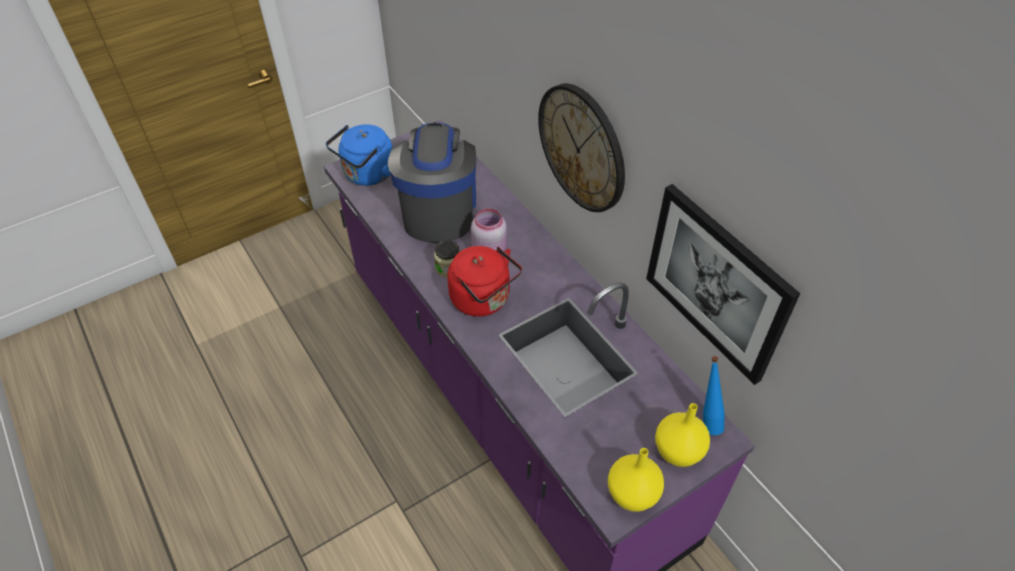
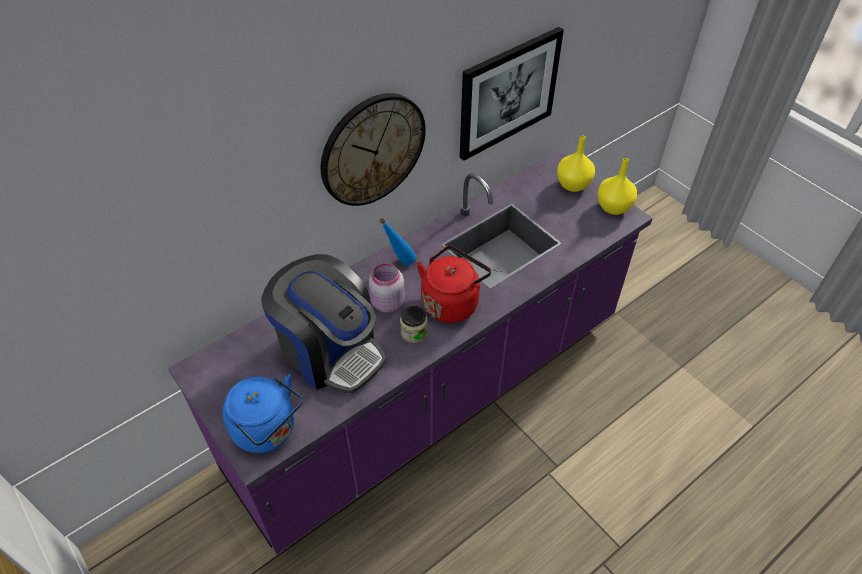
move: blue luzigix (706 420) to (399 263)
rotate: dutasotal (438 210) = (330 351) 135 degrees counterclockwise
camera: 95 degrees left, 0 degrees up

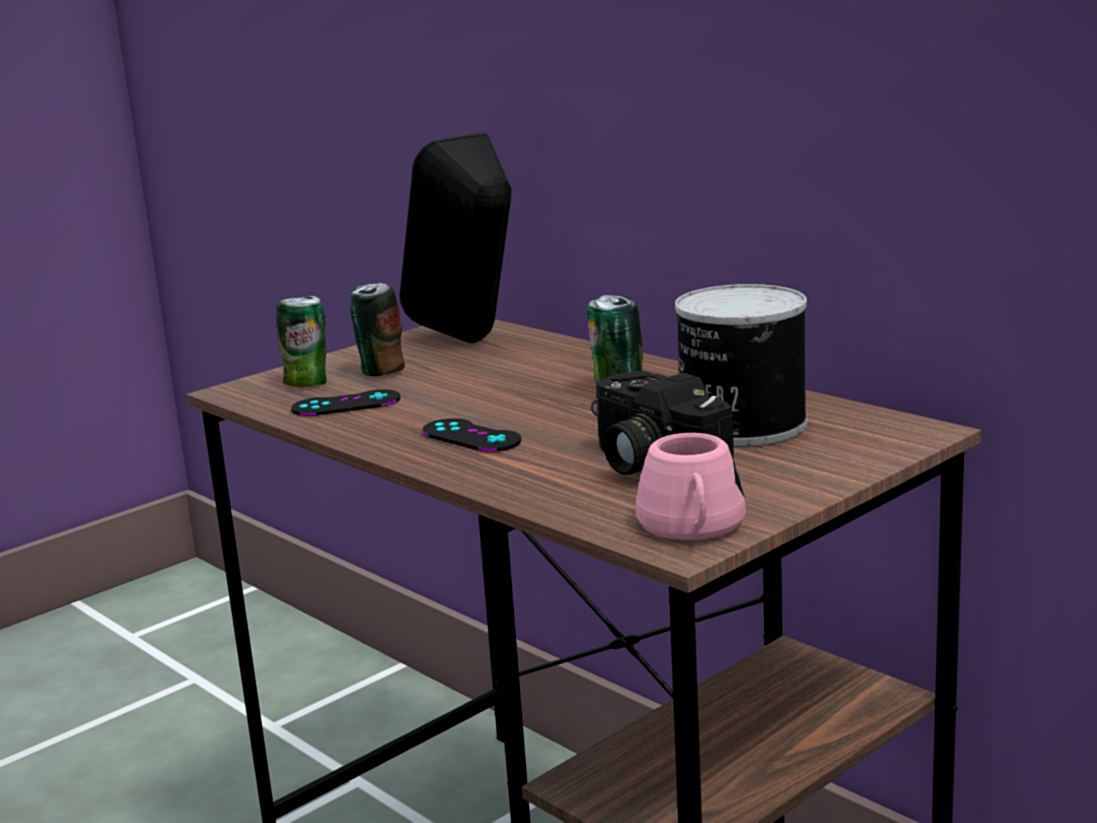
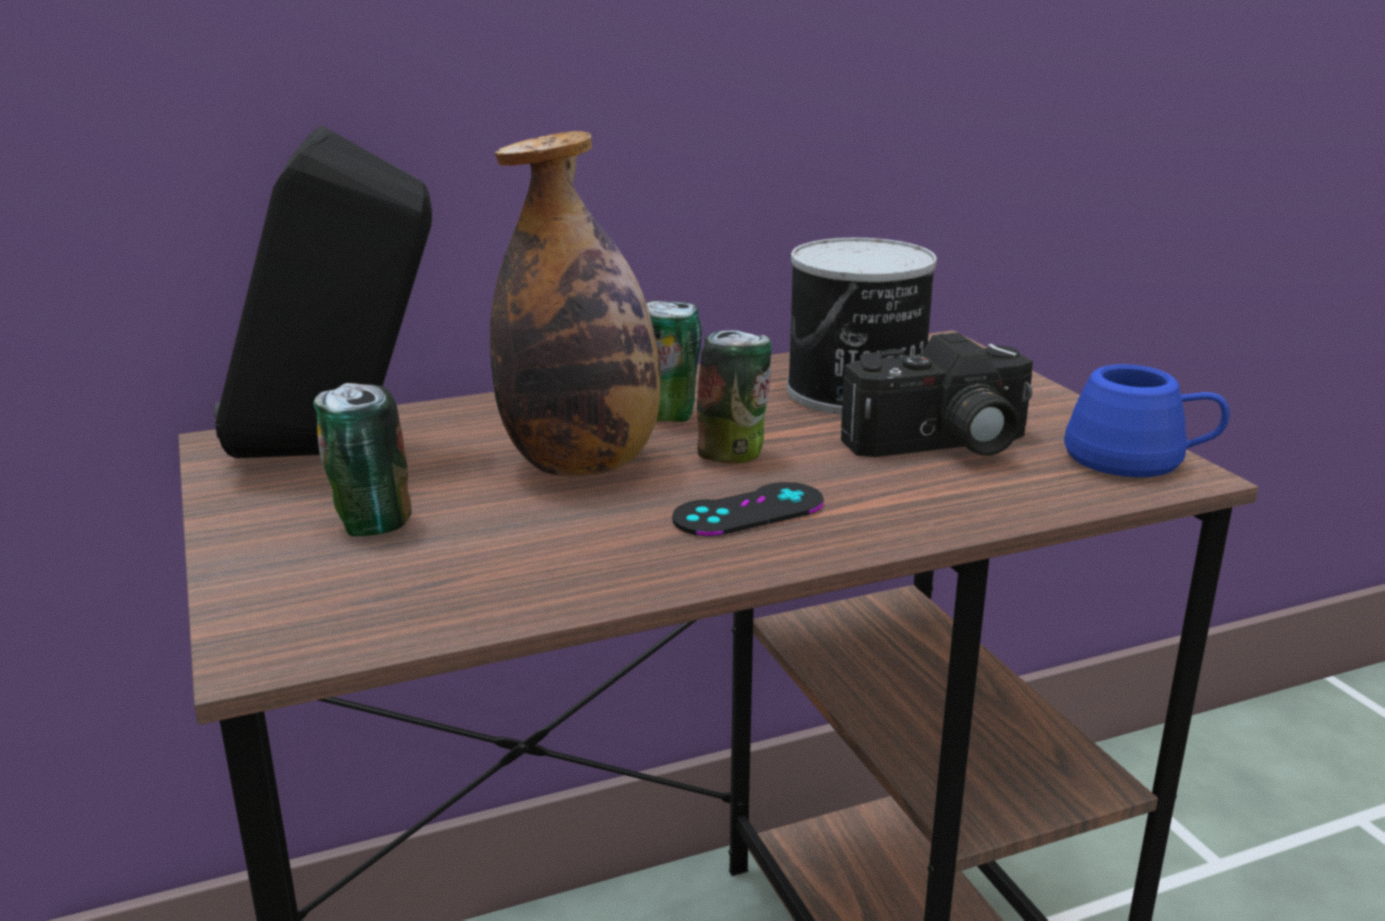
delete: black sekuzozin (346 404)
insert: luzigix (582 464)
move: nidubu (307 383) to (733 455)
recolor: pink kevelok (693 529) to blue kevelok (1139 461)
camera: 70 degrees left, 5 degrees up

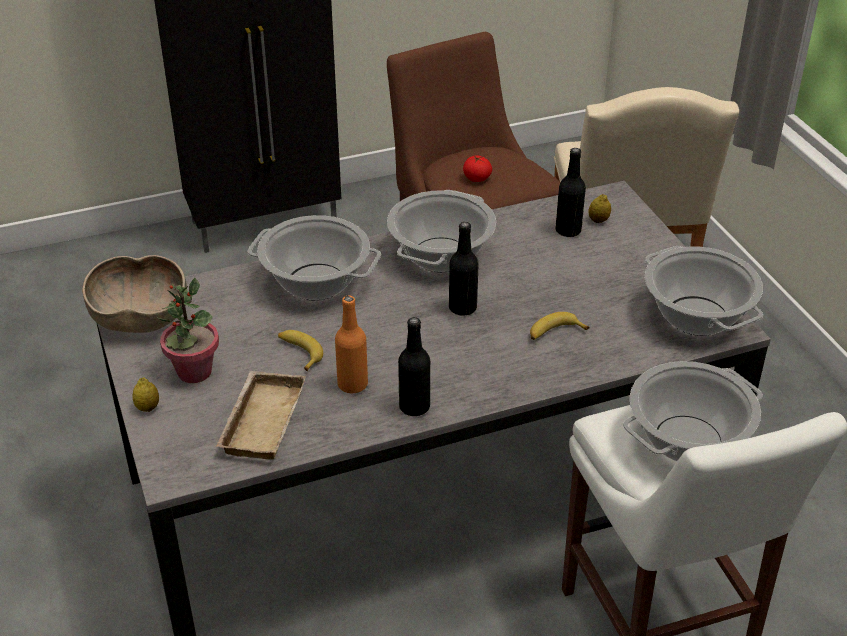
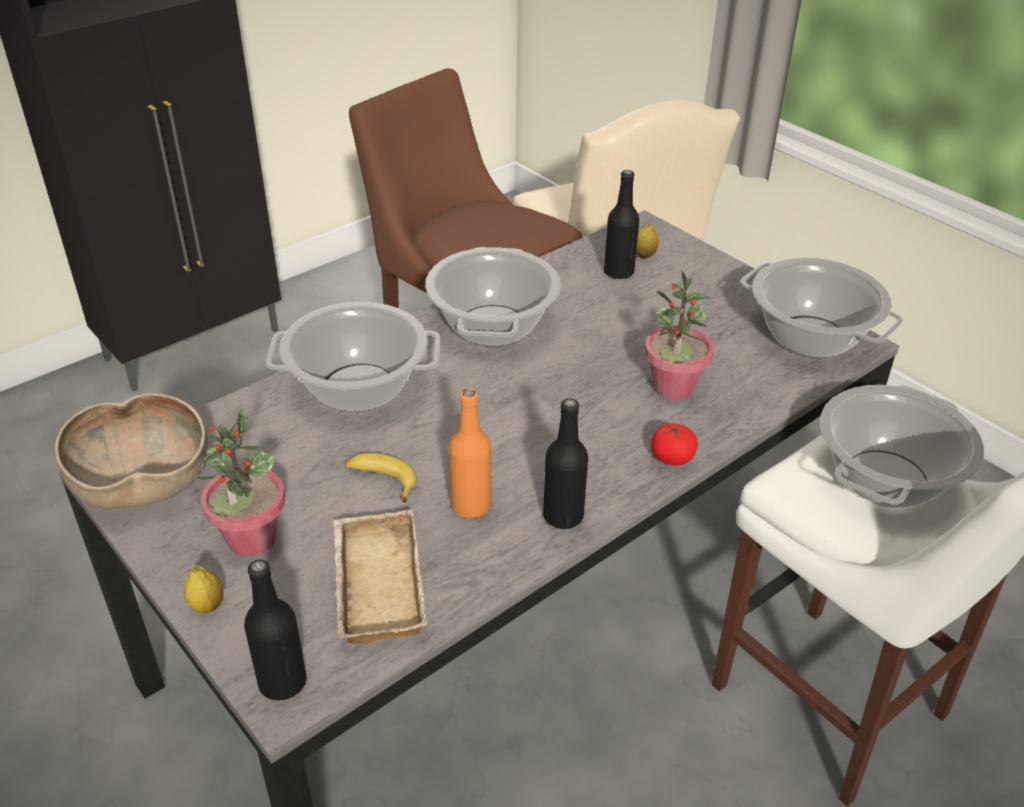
move: black luzigix (462 308) to (282 682); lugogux (476 178) to (672 458)
replace: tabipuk (554 333) to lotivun (673 388)
camera: 20 degrees left, 0 degrees up

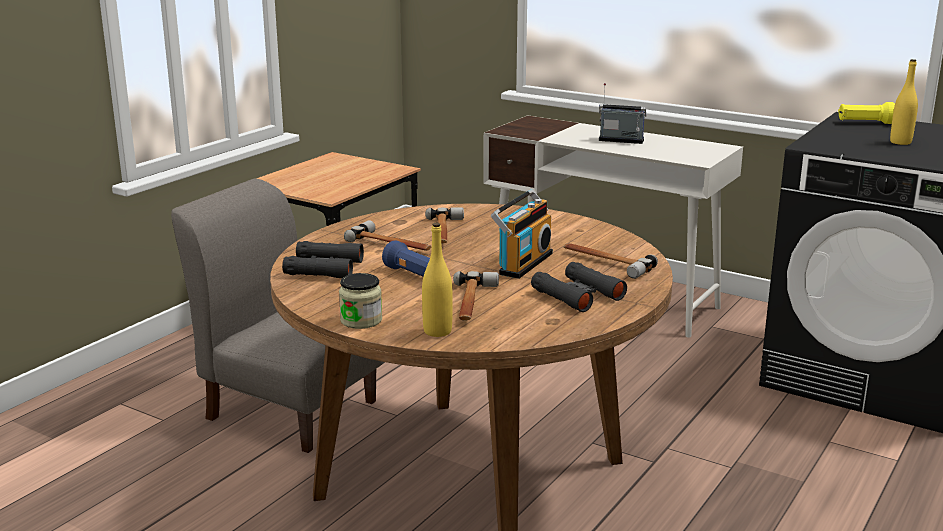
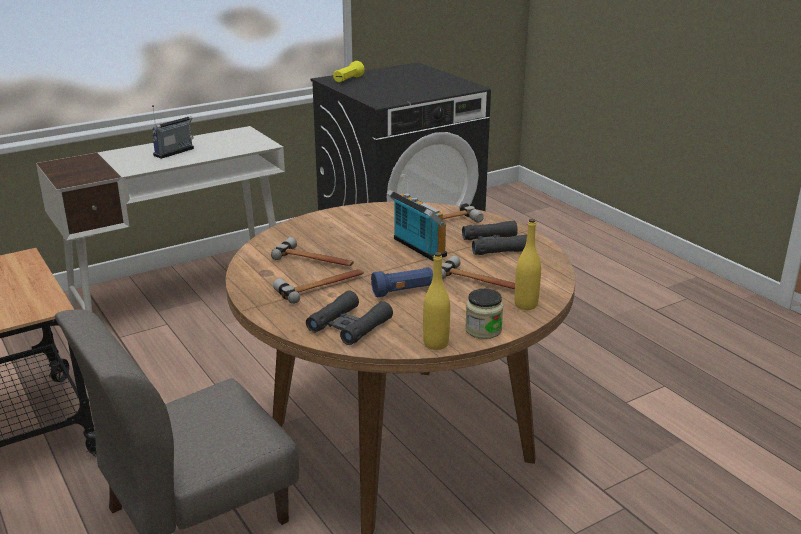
move: yellow luzigix (900 142) to (436 344)
camera: 65 degrees left, 5 degrees up

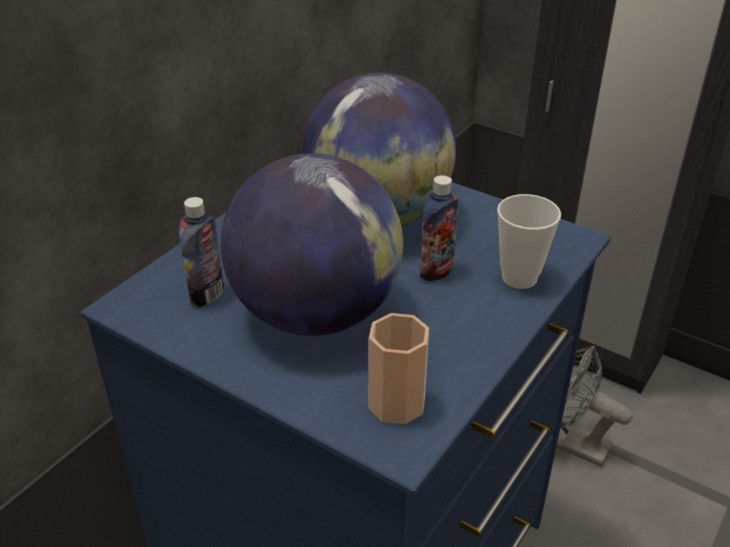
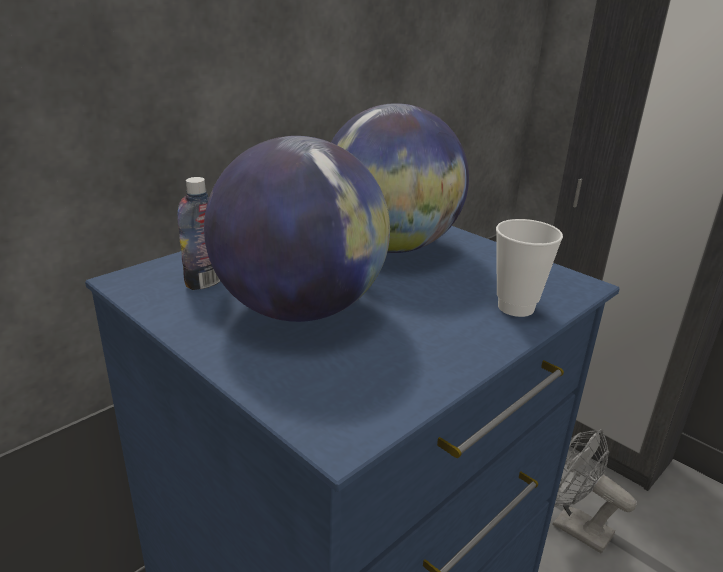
delete: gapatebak (396 403); luzigix (436 271)
camera: 10 degrees right, 10 degrees down

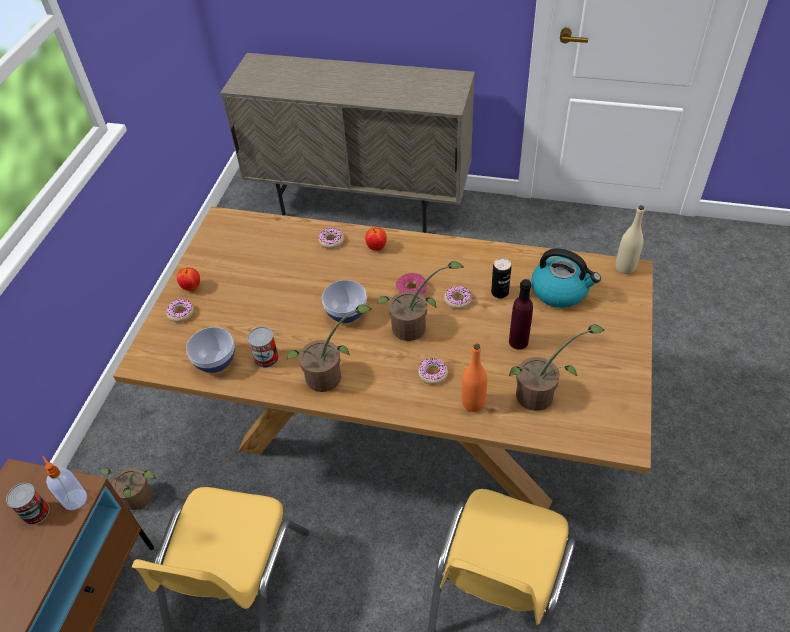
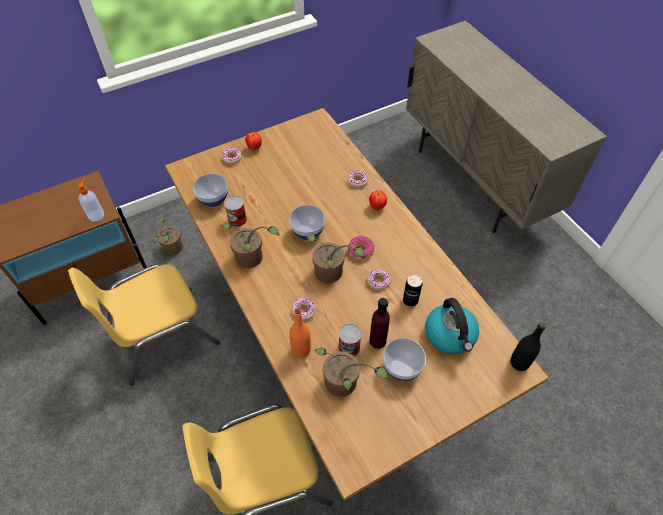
insert: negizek (402 368)
move: nidubu (35 512) to (349 348)
recolor: beige luzigix (625 268) to black luzigix (519 363)
camera: 45 degrees right, 5 degrees up

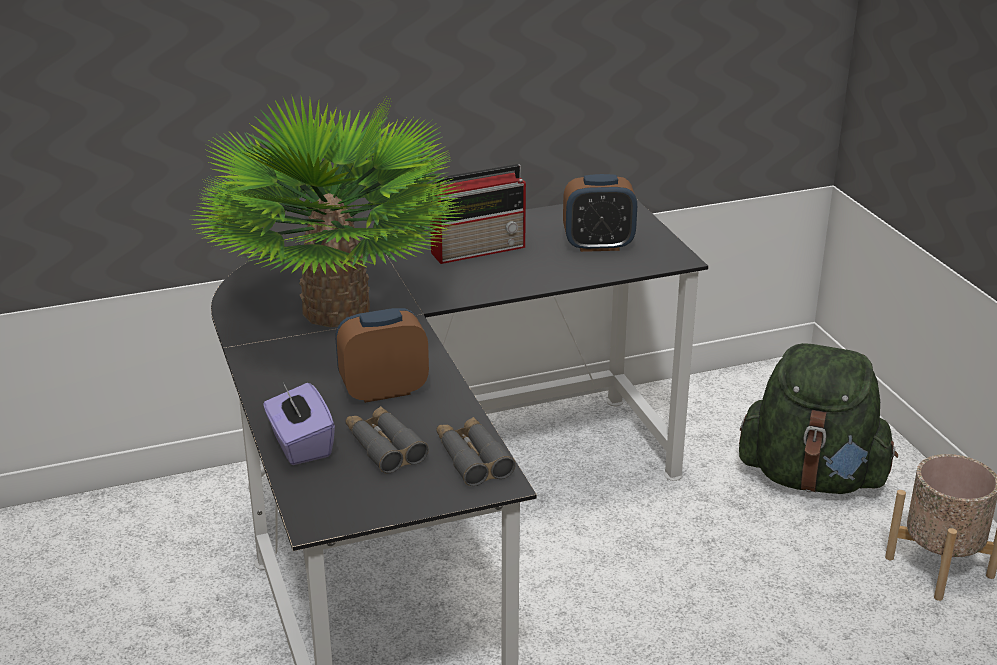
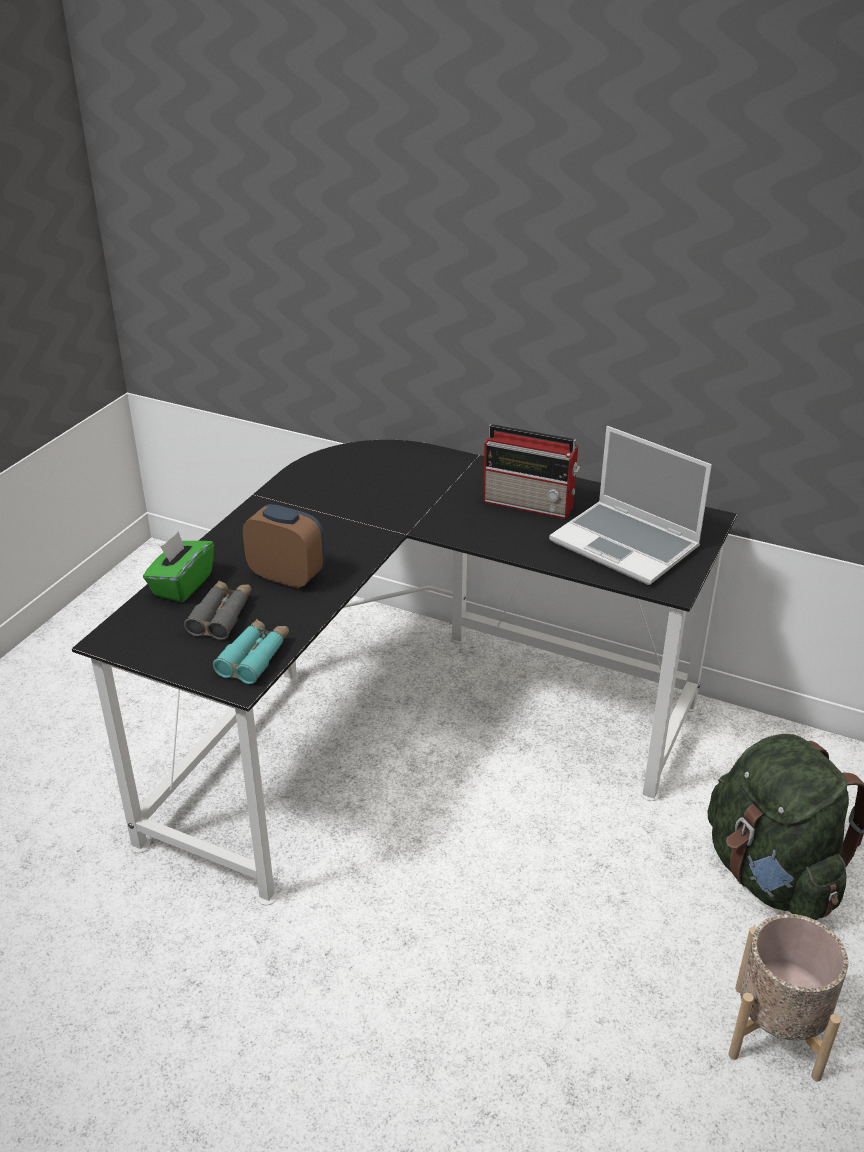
delete: lotivun (336 310)
replace: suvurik (598 245) to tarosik (627 545)
recolor: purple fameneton (300 445) to green fameneton (182 585); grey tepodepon (472 459) to turquoise tepodepon (254 657)
camera: 45 degrees right, 5 degrees up

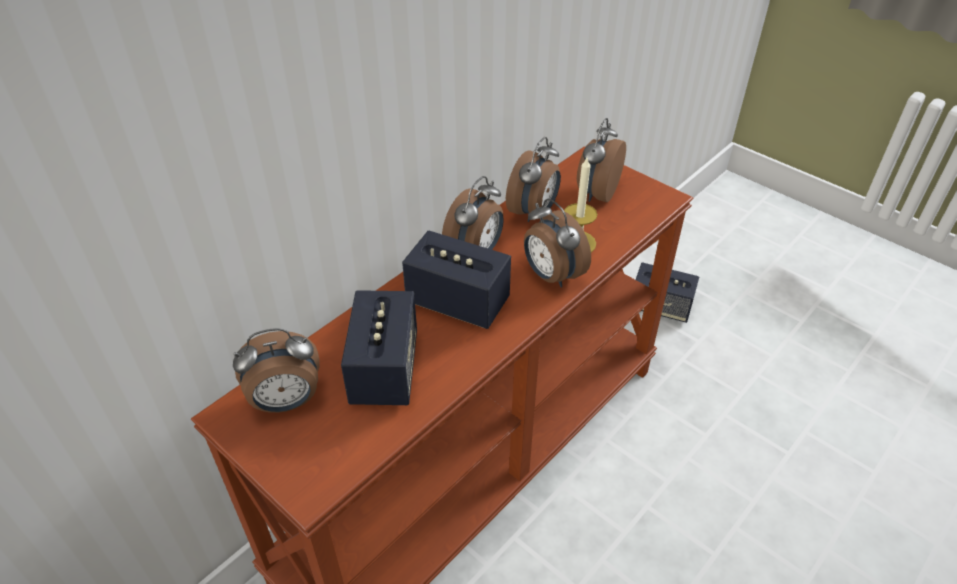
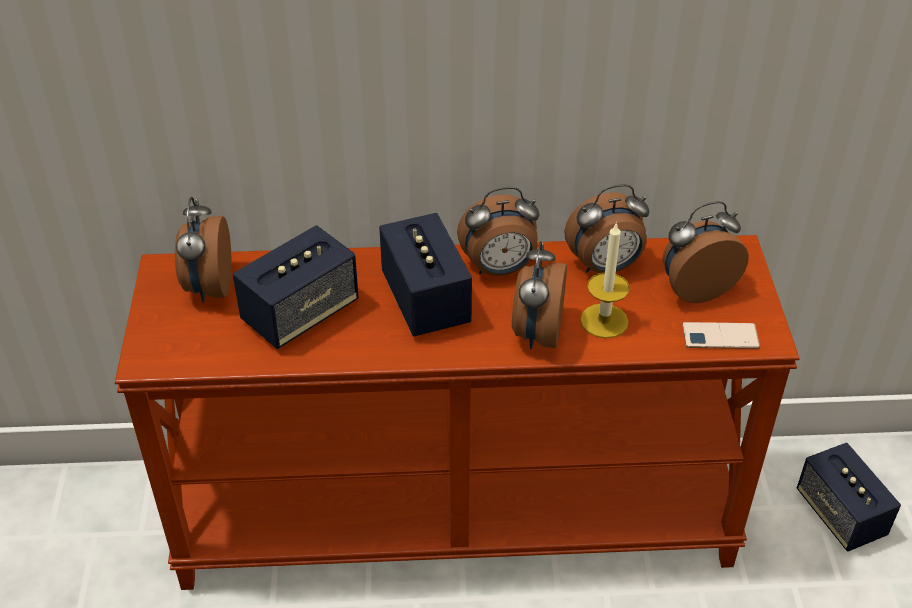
insert: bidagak (720 336)
rotate: suvurik (286 402) = (208 287) 60 degrees clockwise
camera: 45 degrees right, 0 degrees up

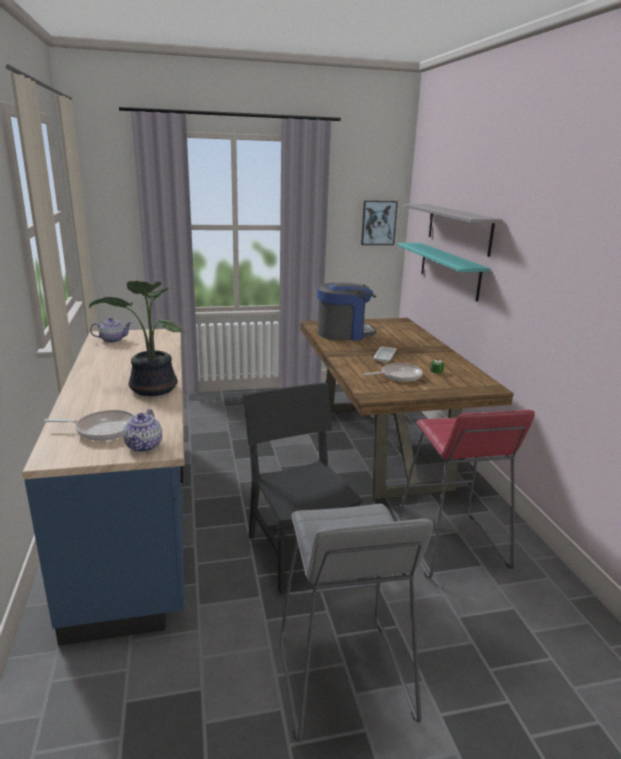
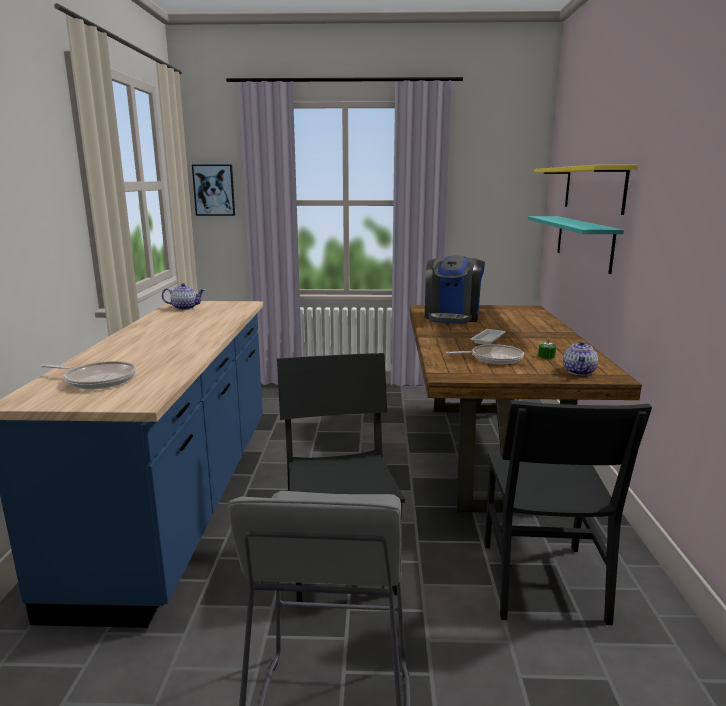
delete: lotivun (151 390)
move: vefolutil (378 223) to (214 190); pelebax (144 446) to (579 372)
replace: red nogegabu (451 545) to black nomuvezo (541 580)
recolor: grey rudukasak (458 228) to yellow rudukasak (593 188)
rotate: dutasotal (344 333) = (452 317) 105 degrees clockwise
camera: 15 degrees right, 5 degrees down

